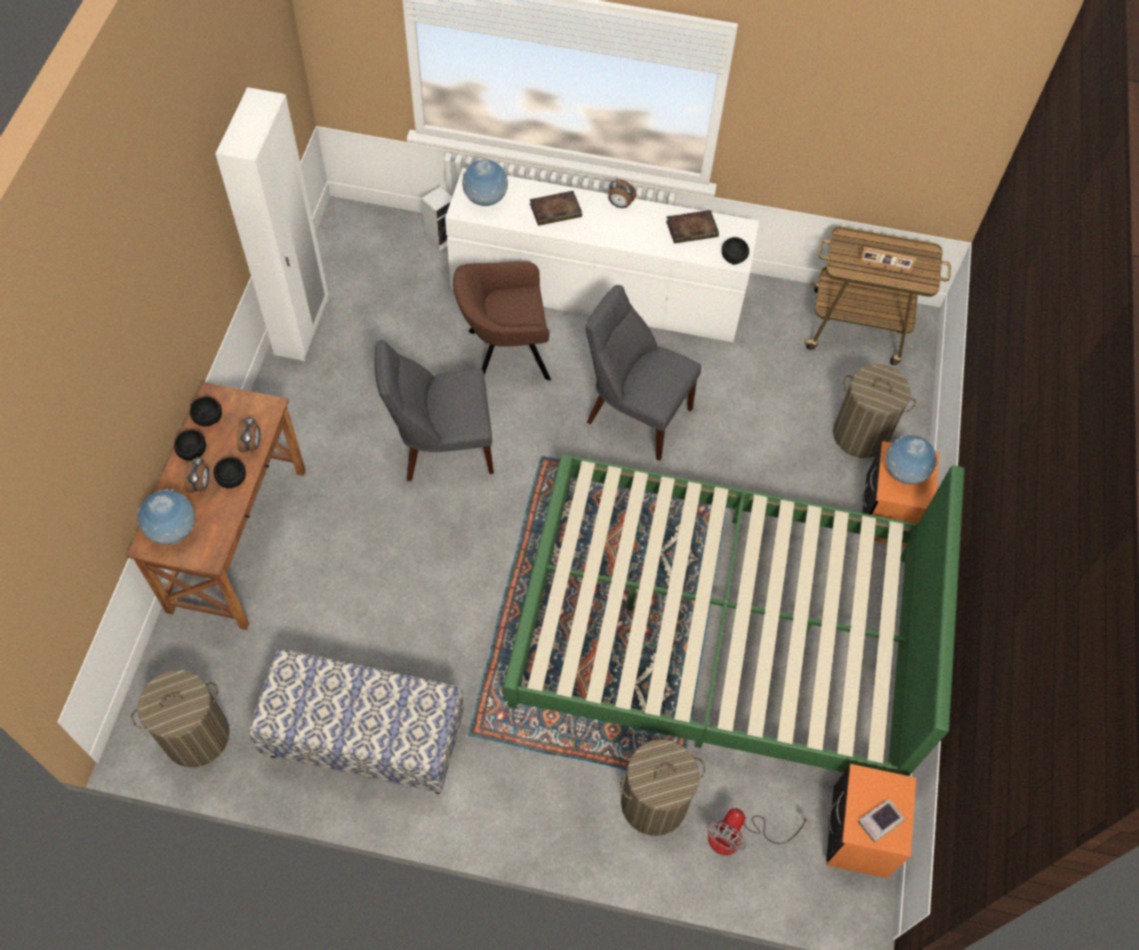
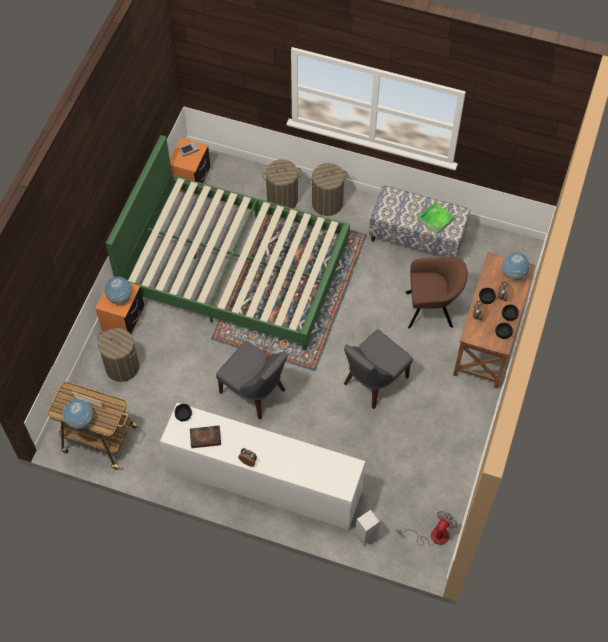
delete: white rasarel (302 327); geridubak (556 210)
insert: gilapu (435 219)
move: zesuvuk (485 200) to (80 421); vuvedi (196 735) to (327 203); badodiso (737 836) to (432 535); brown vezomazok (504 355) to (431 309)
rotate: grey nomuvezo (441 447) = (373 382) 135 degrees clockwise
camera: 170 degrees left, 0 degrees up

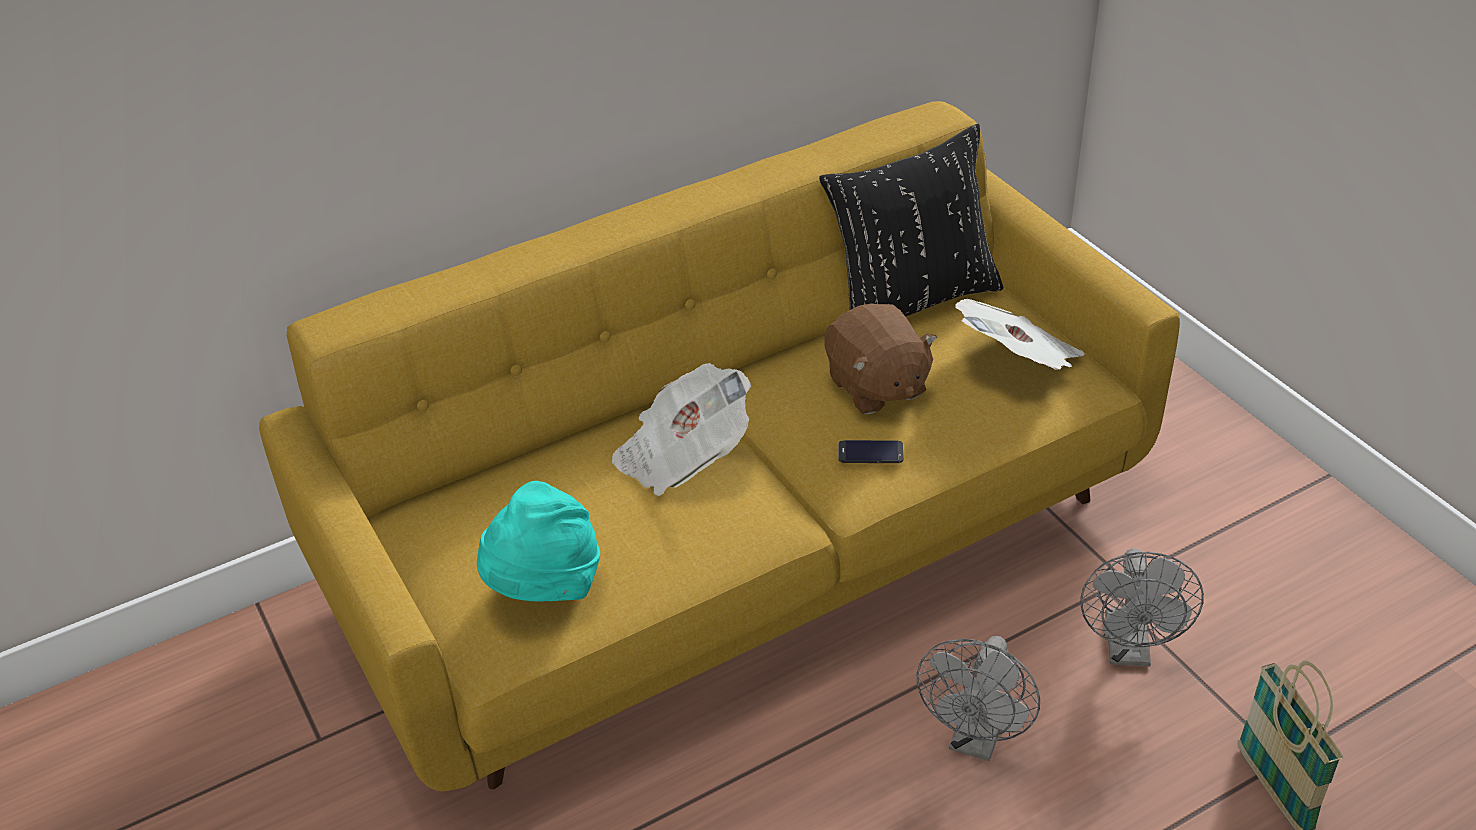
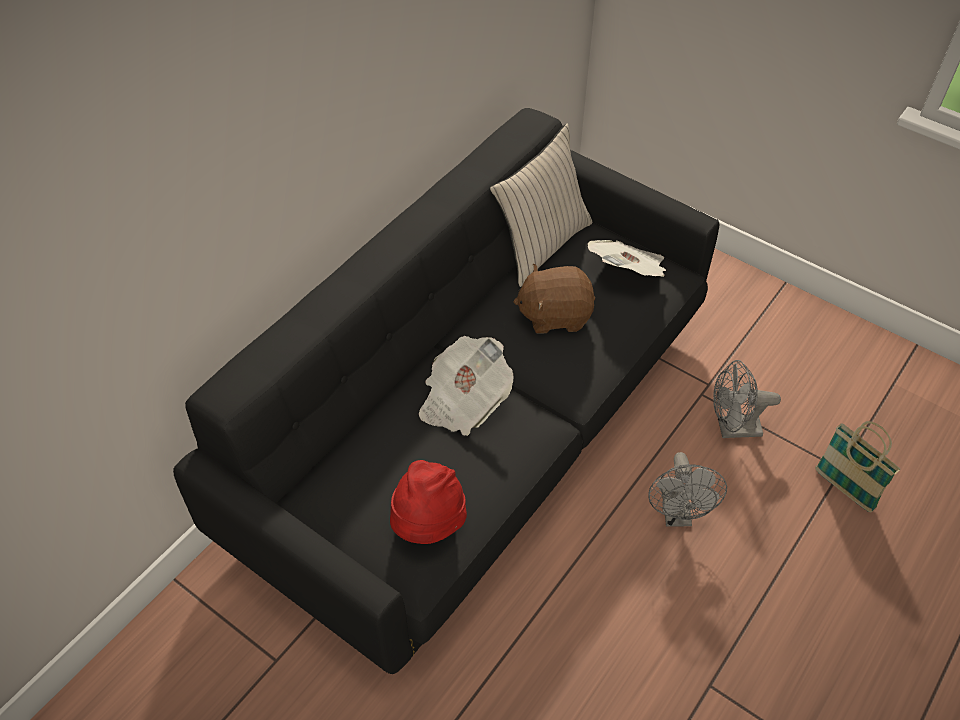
delete: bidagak (870 452)
recolor: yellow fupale (744 544) to black fupale (479 431); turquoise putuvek (545 587) to red putuvek (428 523); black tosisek (911 300) to beige tosisek (541 245)
rotate: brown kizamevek (876 387) = (555 315) 135 degrees clockwise; grey badodiso (1129 650) = (732 429) 105 degrees clockwise
camera: 25 degrees left, 10 degrees up

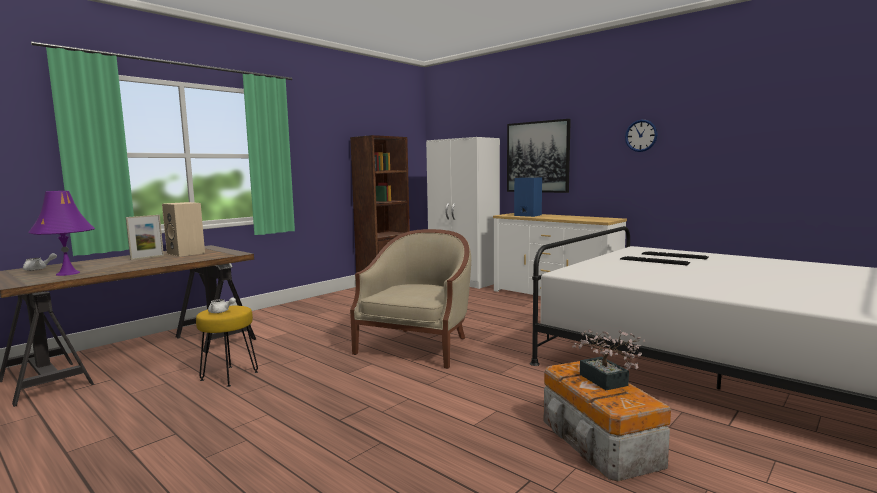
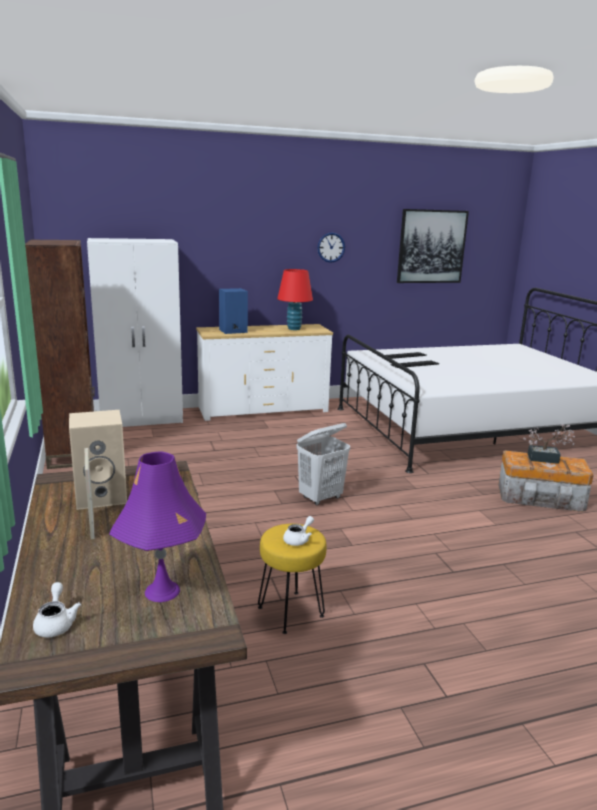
insert: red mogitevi (294 329)
move: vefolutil (537 157) to (431 246)
replace: beige vezomazok (417 347) to white vuvedi (321 498)
camera: 60 degrees left, 10 degrees up

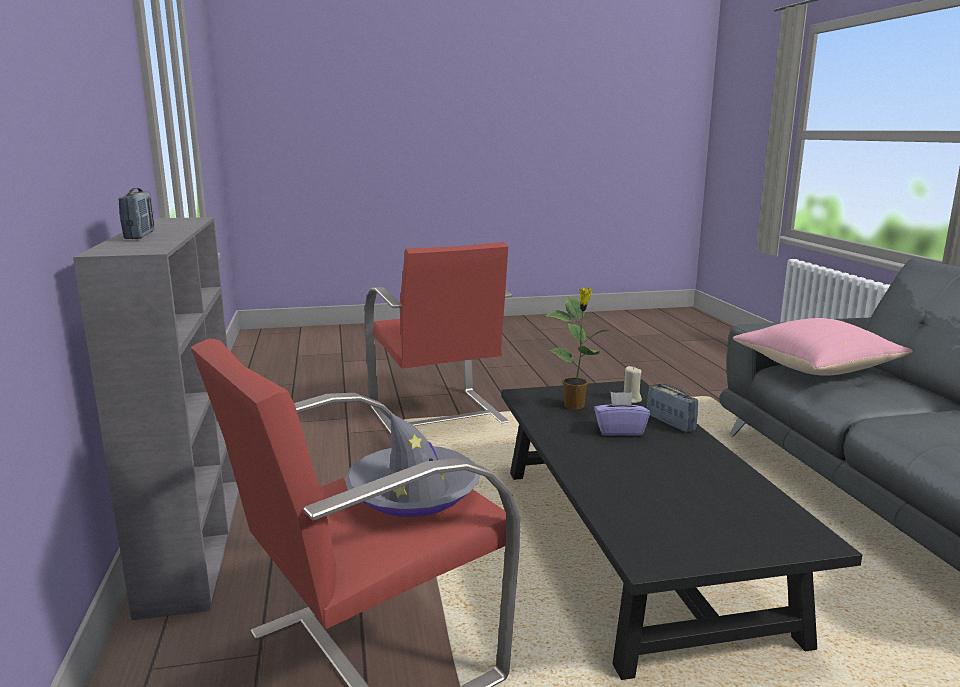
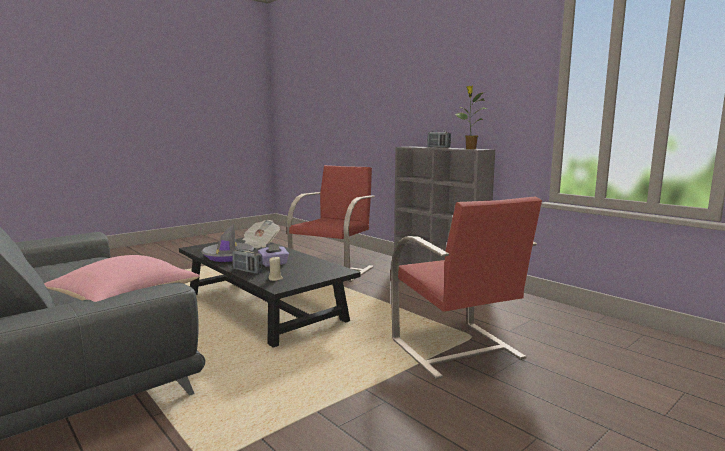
insert: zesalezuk (259 245)
move: grey putuvek (413 492) to (228 256); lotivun (575 406) to (470 149)
rotate: red vezomazok (437 415) = (457 349) 150 degrees counterclockwise
camera: 150 degrees right, 5 degrees down

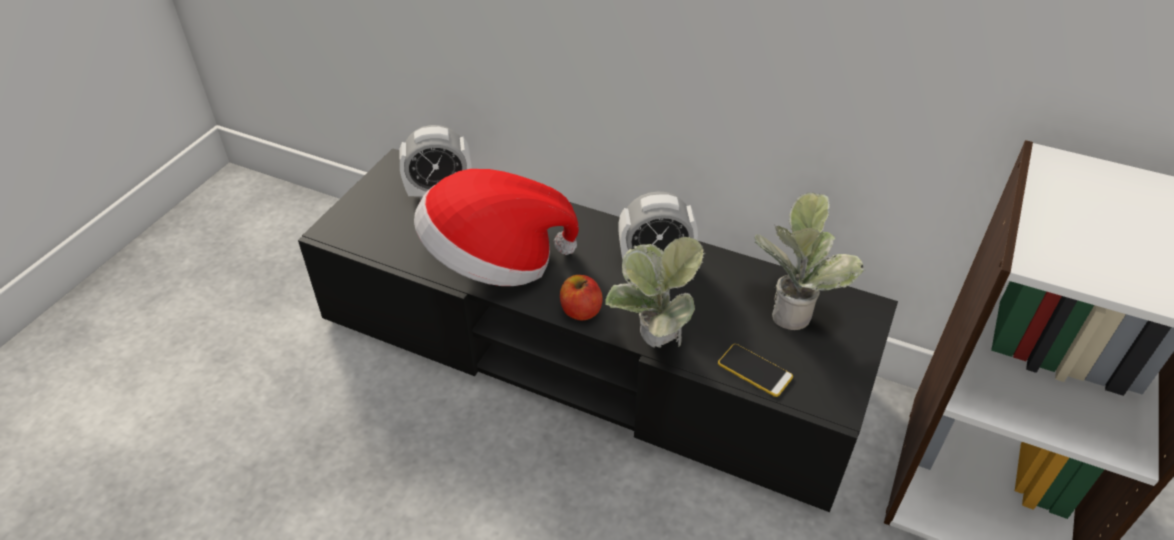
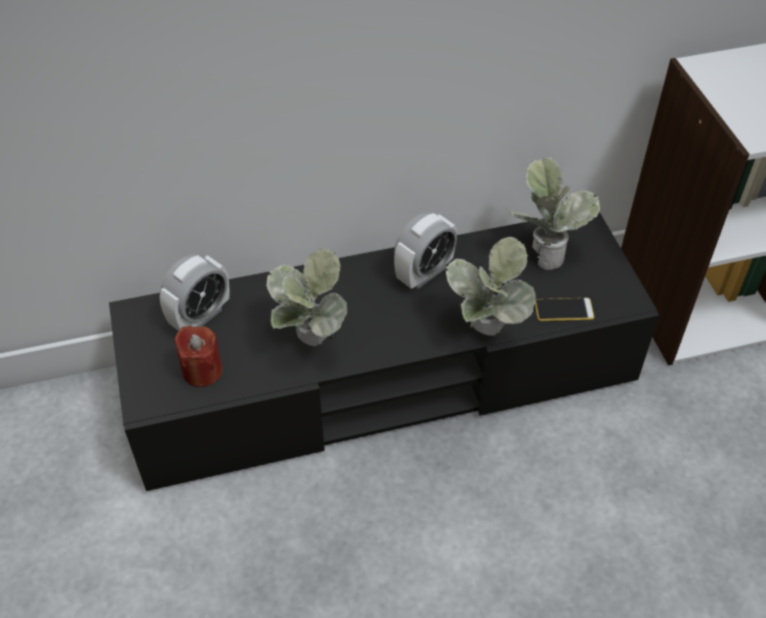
delete: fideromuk (580 311)
insert: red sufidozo (202 371)
replace: putuvek (494 261) to lotivun (310 344)
camera: 40 degrees left, 5 degrees up

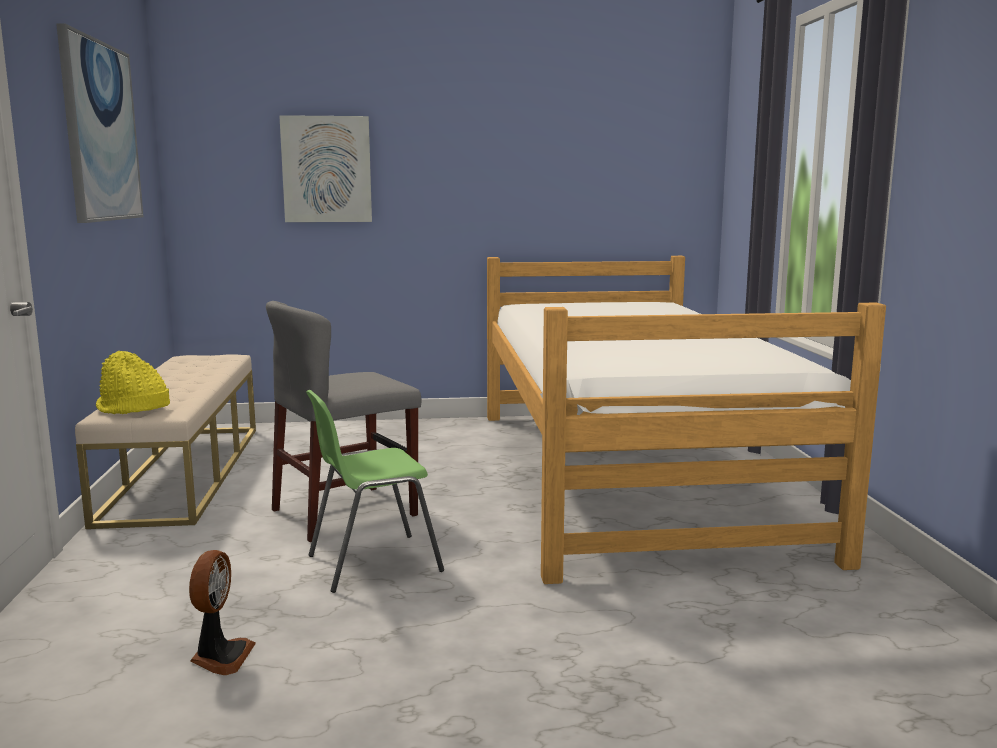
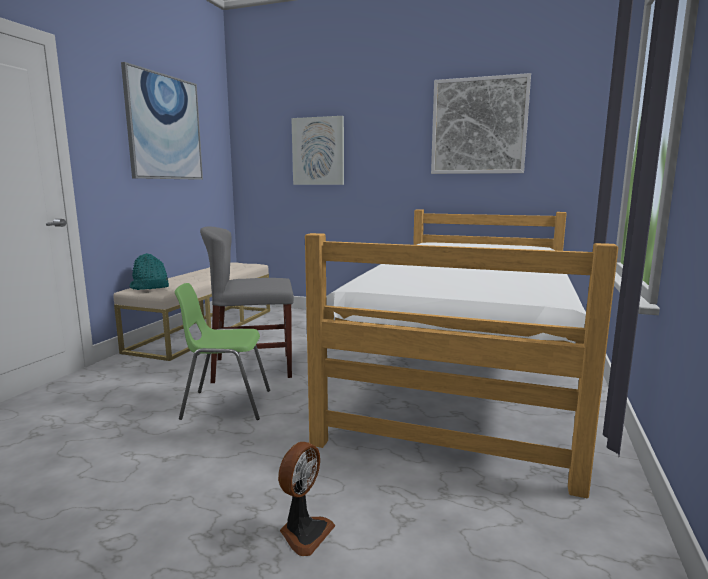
insert: vefolutil (478 126)
move: badodiso (220 657) to (304 532)
recolor: yellow putuvek (132 408) to turquoise putuvek (149 287)
camera: 25 degrees right, 0 degrees up

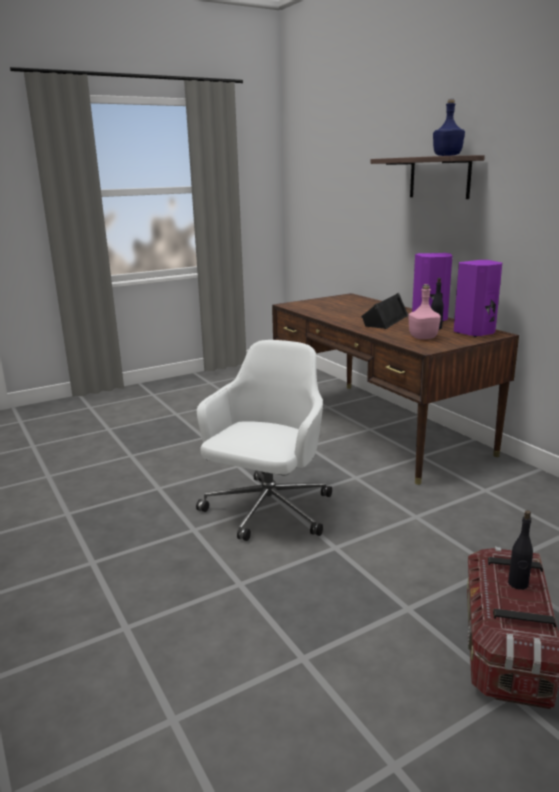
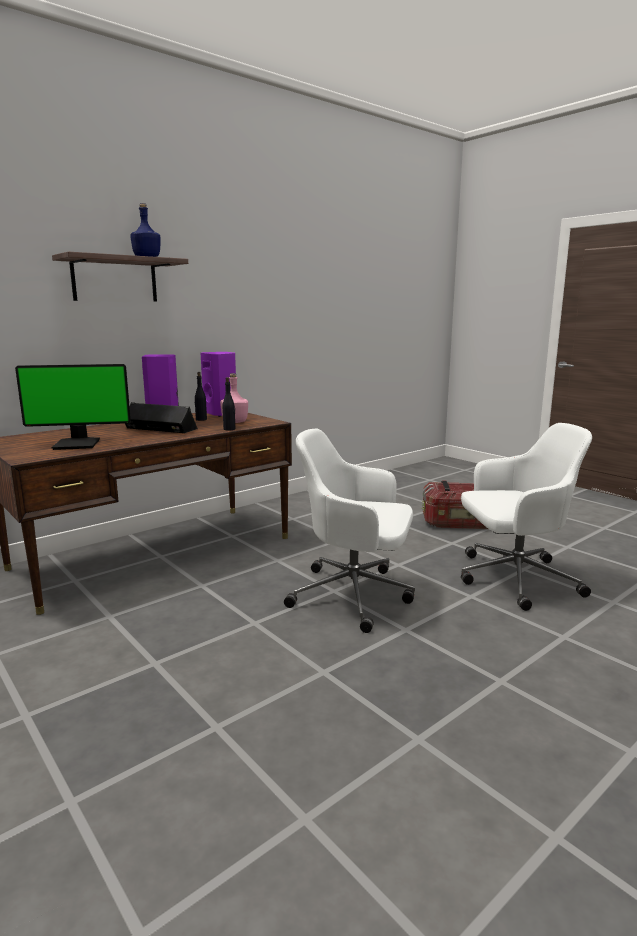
insert: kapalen (78 444); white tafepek (513 579)
move: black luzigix (518 584) to (229 429)
camera: 100 degrees left, 5 degrees down

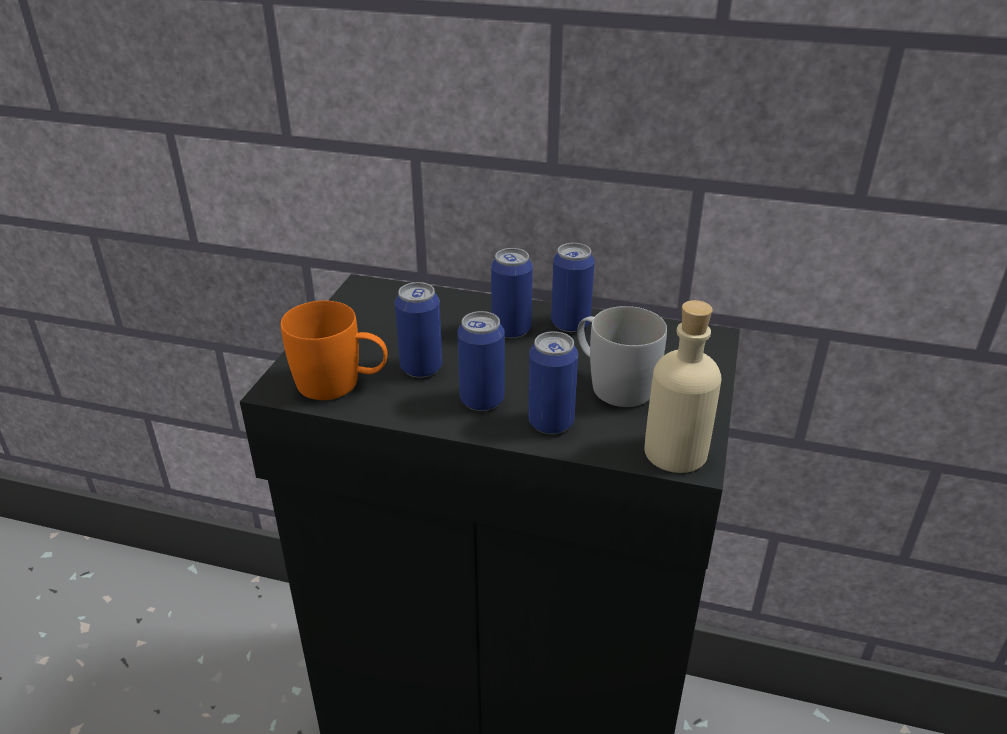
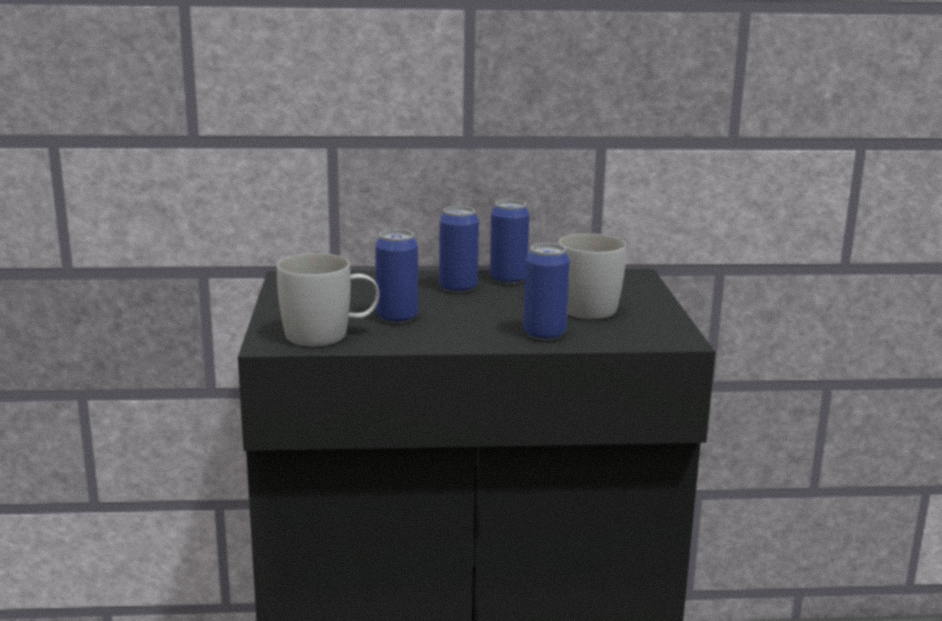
delete: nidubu (482 400); beige luzigix (675 452)
recolor: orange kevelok (341 384) to white kevelok (330 335)
camera: 20 degrees left, 15 degrees down

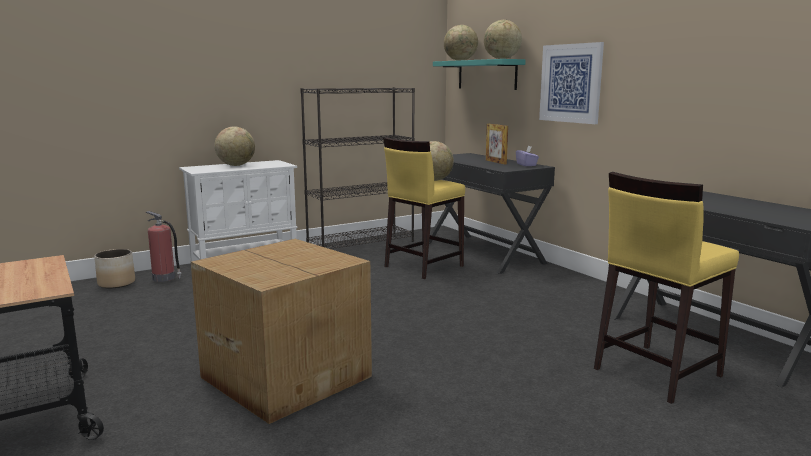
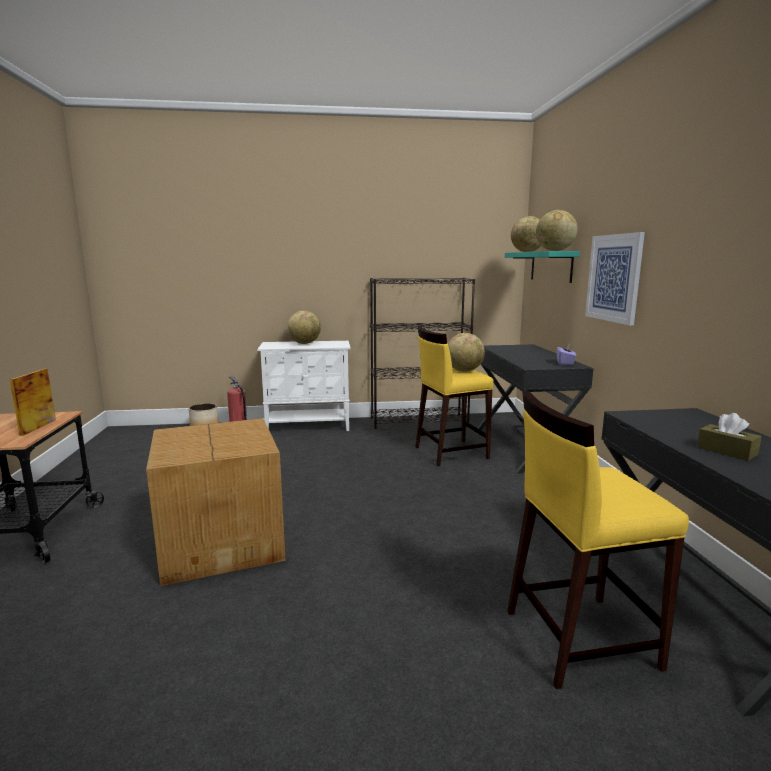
insert: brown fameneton (726 451)
move: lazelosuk (495 162) to (38 427)
camera: 25 degrees right, 0 degrees up

